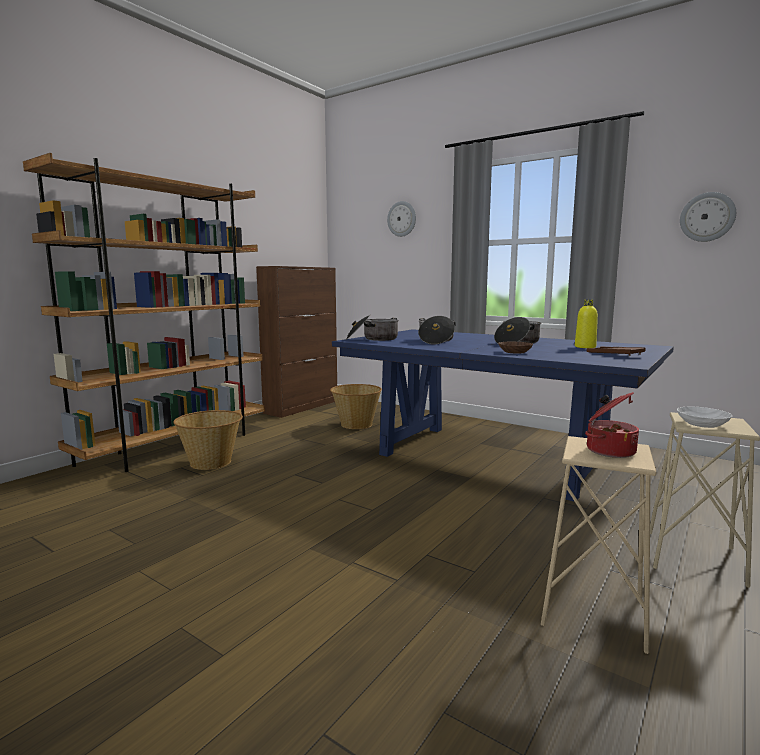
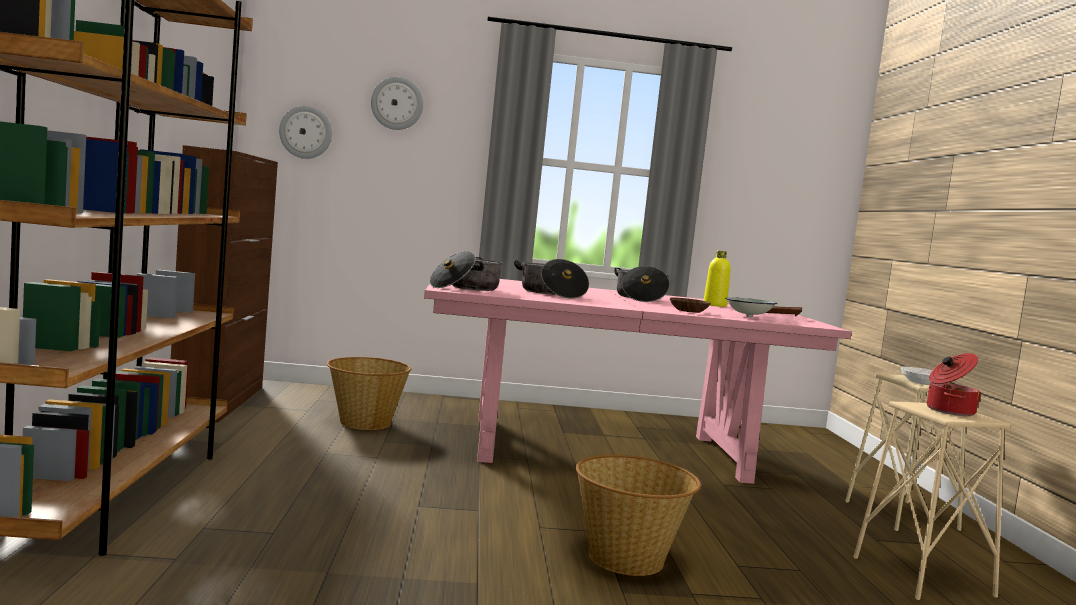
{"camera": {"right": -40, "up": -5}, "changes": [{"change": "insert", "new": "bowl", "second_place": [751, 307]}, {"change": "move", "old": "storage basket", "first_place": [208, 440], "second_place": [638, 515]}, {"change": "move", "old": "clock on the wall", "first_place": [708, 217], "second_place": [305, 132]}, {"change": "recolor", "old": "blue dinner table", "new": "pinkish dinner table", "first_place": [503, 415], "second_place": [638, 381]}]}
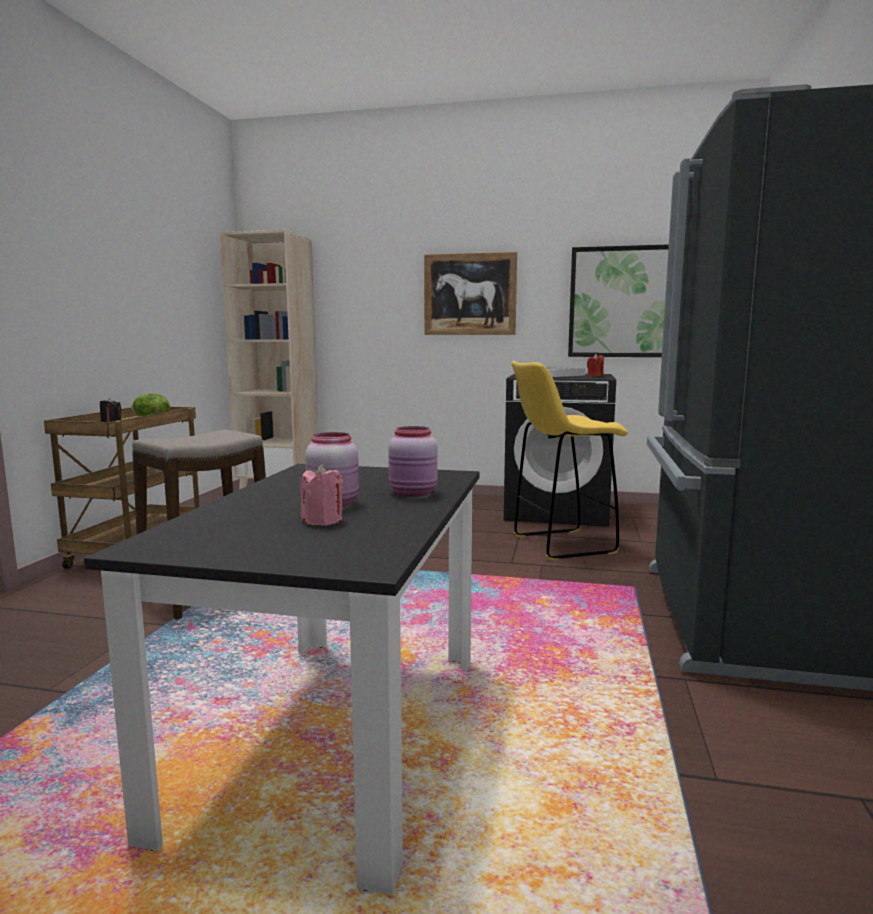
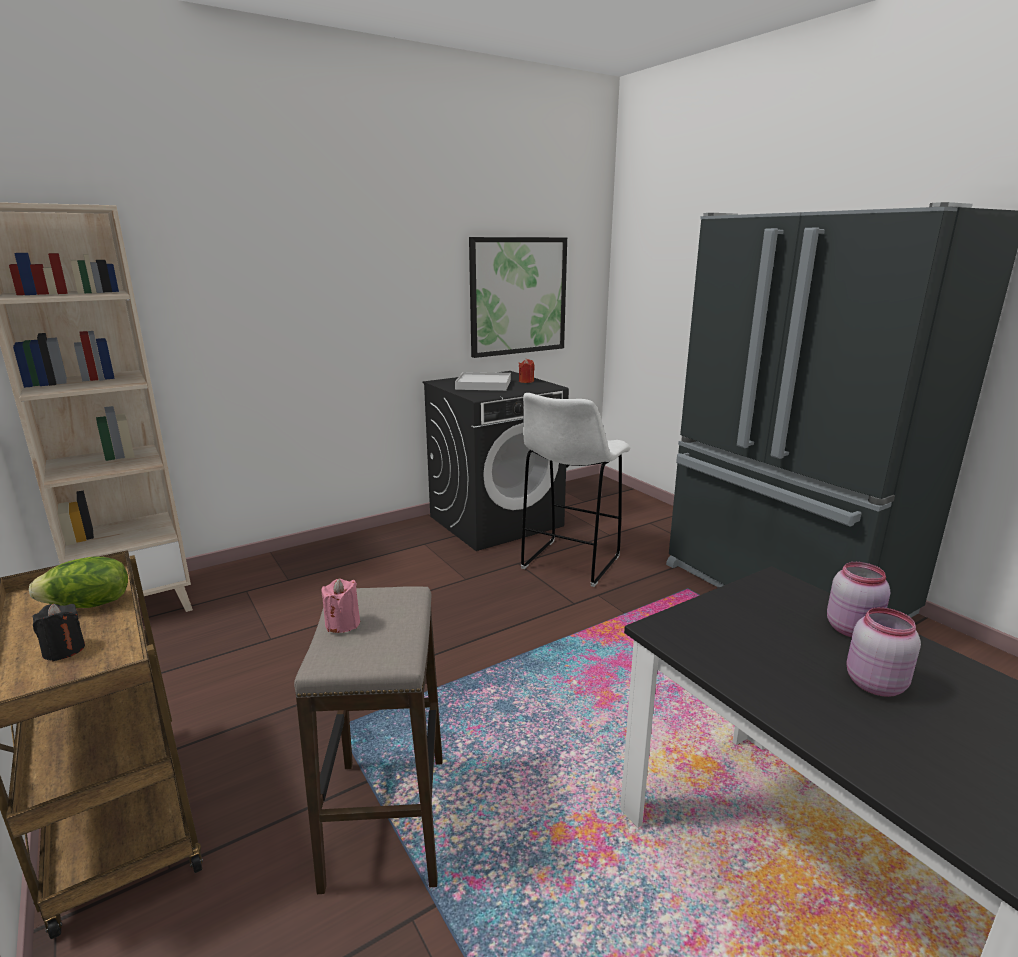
{"camera": {"right": -45, "up": 10}, "changes": [{"change": "delete", "old": "picture", "first_place": [470, 293]}, {"change": "move", "old": "pinkish candle", "first_place": [321, 495], "second_place": [341, 605]}, {"change": "recolor", "old": "yellow stool", "new": "whitish stool", "first_place": [570, 461], "second_place": [576, 490]}]}
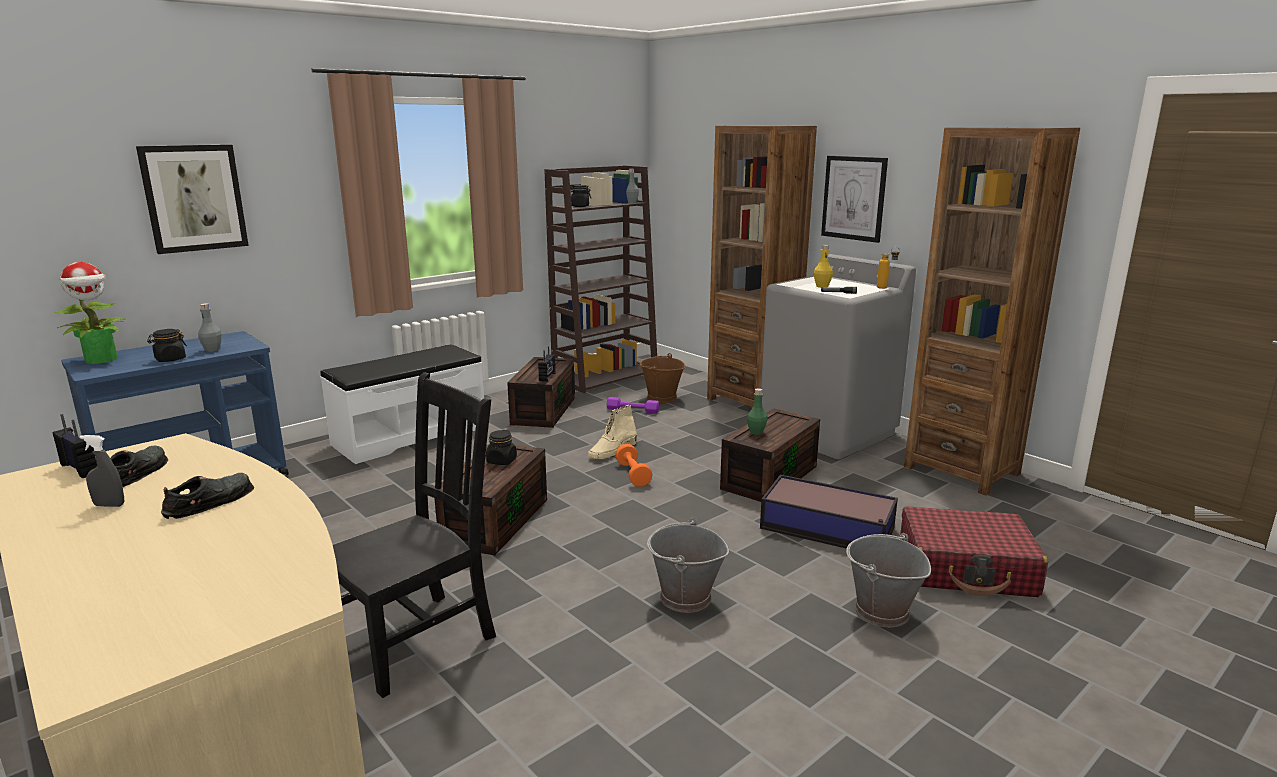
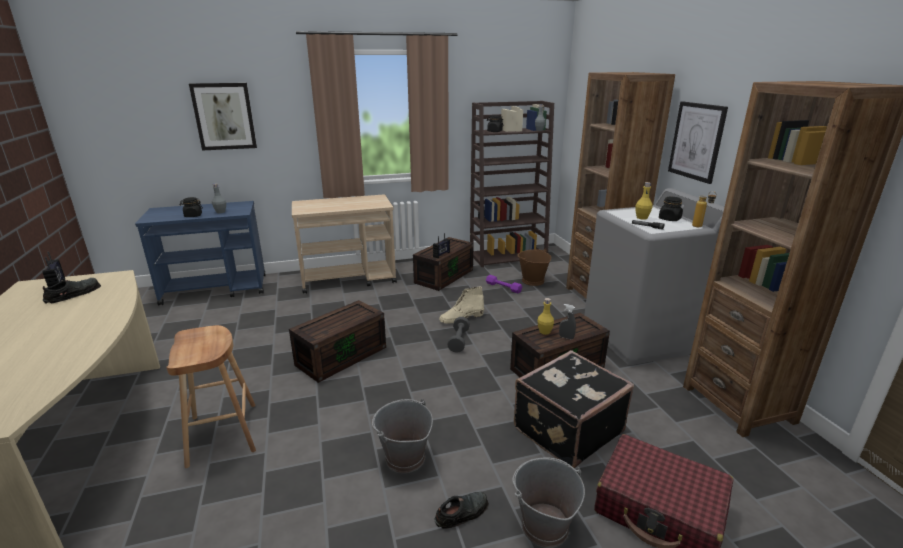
{"camera": {"right": 25, "up": 5}, "changes": [{"change": "delete", "old": "houseplant", "first_place": [90, 313]}, {"change": "move", "old": "grey sprayer", "first_place": [102, 471], "second_place": [567, 322]}, {"change": "move", "old": "black item of footwear", "first_place": [207, 496], "second_place": [461, 510]}, {"change": "move", "old": "black preserve jar", "first_place": [501, 447], "second_place": [671, 209]}, {"change": "replace", "old": "whitish indoor bench", "new": "beige-coloured wheeled cart", "first_place": [402, 404], "second_place": [344, 244]}, {"change": "replace", "old": "black plain chair", "new": "brownish stool", "first_place": [414, 535], "second_place": [211, 396]}, {"change": "replace", "old": "storage box", "new": "black travel case", "first_place": [829, 512], "second_place": [574, 409]}, {"change": "recolor", "old": "orange-coloured dumbbell", "new": "grey dumbbell", "first_place": [633, 465], "second_place": [458, 335]}, {"change": "recolor", "old": "green-coloured bottle", "new": "yellow bottle", "first_place": [757, 411], "second_place": [546, 316]}]}
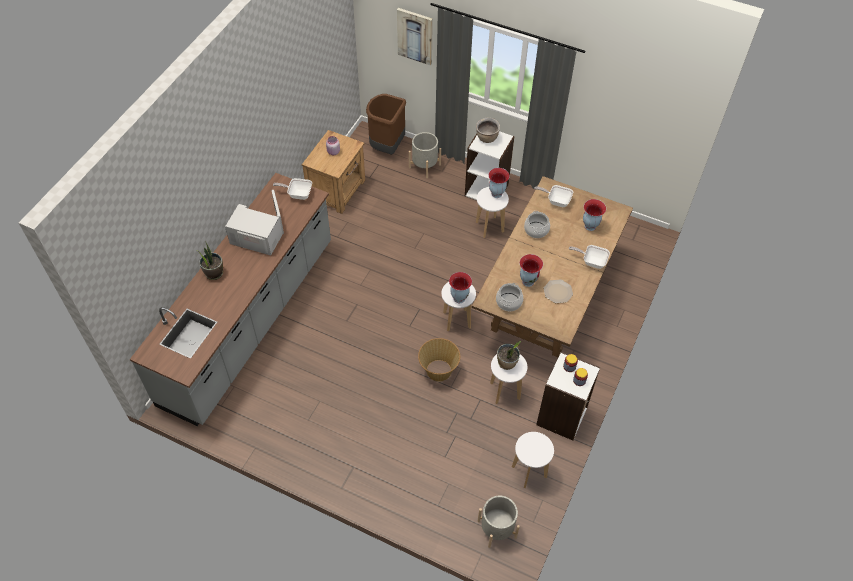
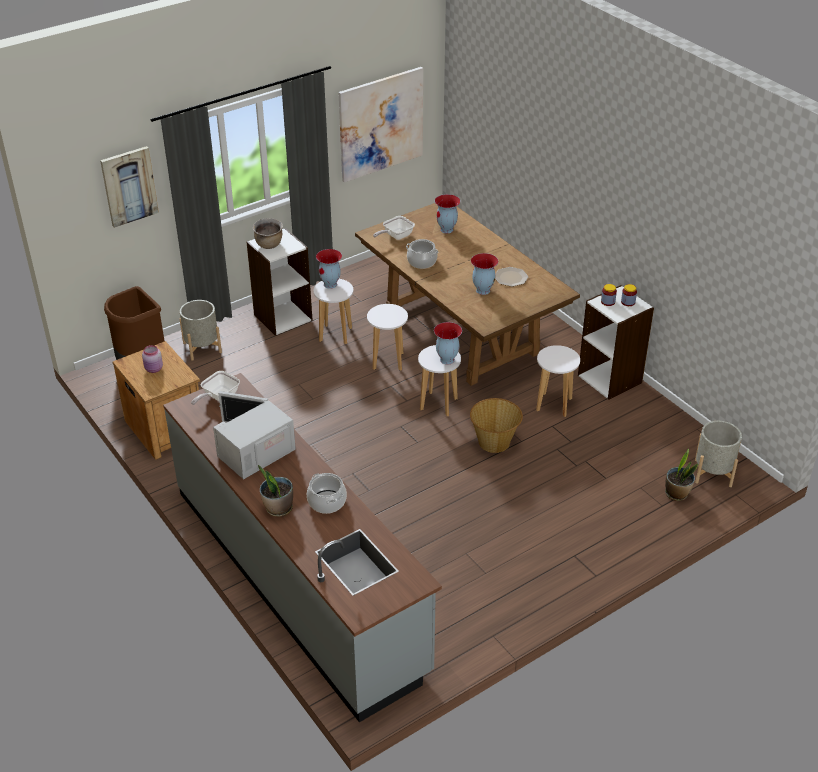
{"camera": {"right": -60, "up": -15}, "changes": [{"change": "delete", "old": "skillet", "first_place": [589, 257]}, {"change": "insert", "new": "picture", "second_place": [380, 125]}, {"change": "move", "old": "cooking pot", "first_place": [509, 297], "second_place": [327, 493]}, {"change": "move", "old": "houseplant", "first_place": [509, 355], "second_place": [681, 475]}, {"change": "move", "old": "whitish stool", "first_place": [533, 460], "second_place": [387, 337]}]}
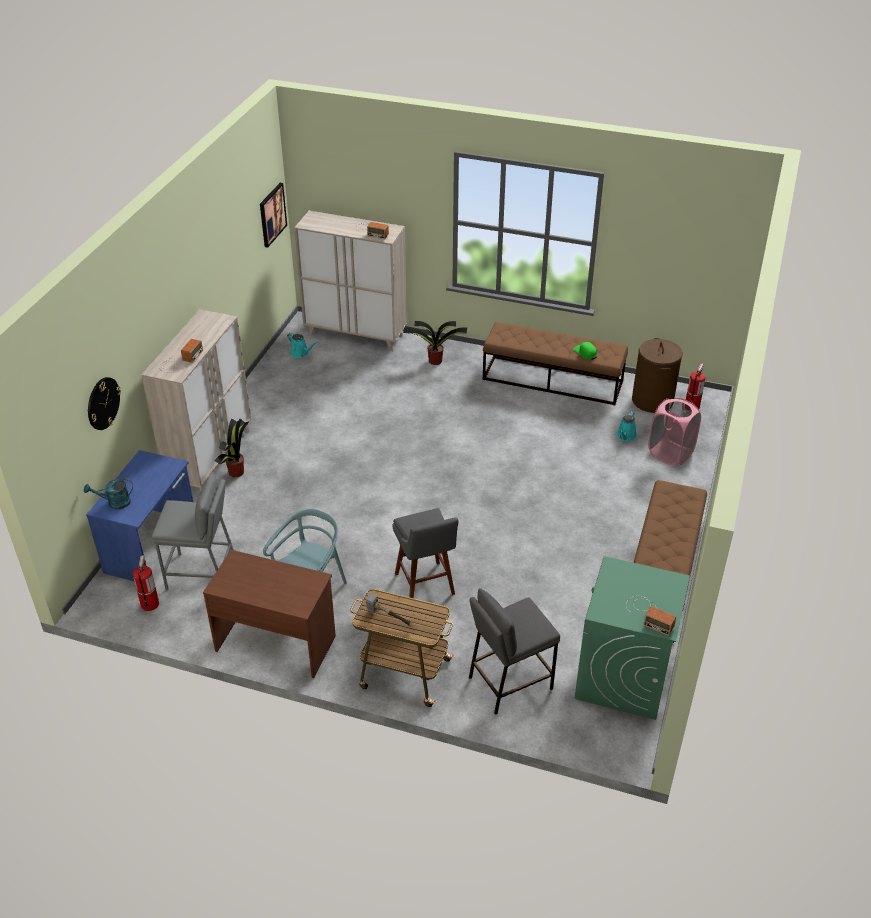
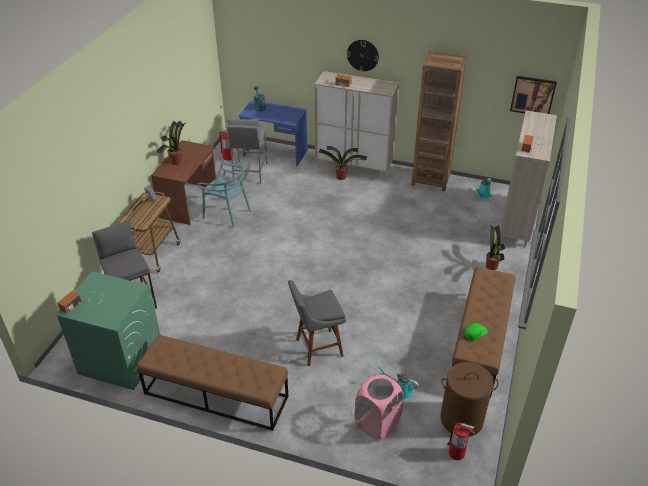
{"camera": {"right": 90, "up": 0}, "changes": [{"change": "insert", "new": "houseplant", "second_place": [170, 143]}, {"change": "insert", "new": "brownish shelving unit", "second_place": [439, 121]}, {"change": "move", "old": "clock on the wall", "first_place": [104, 403], "second_place": [363, 55]}, {"change": "move", "old": "grey stool", "first_place": [425, 553], "second_place": [317, 323]}]}
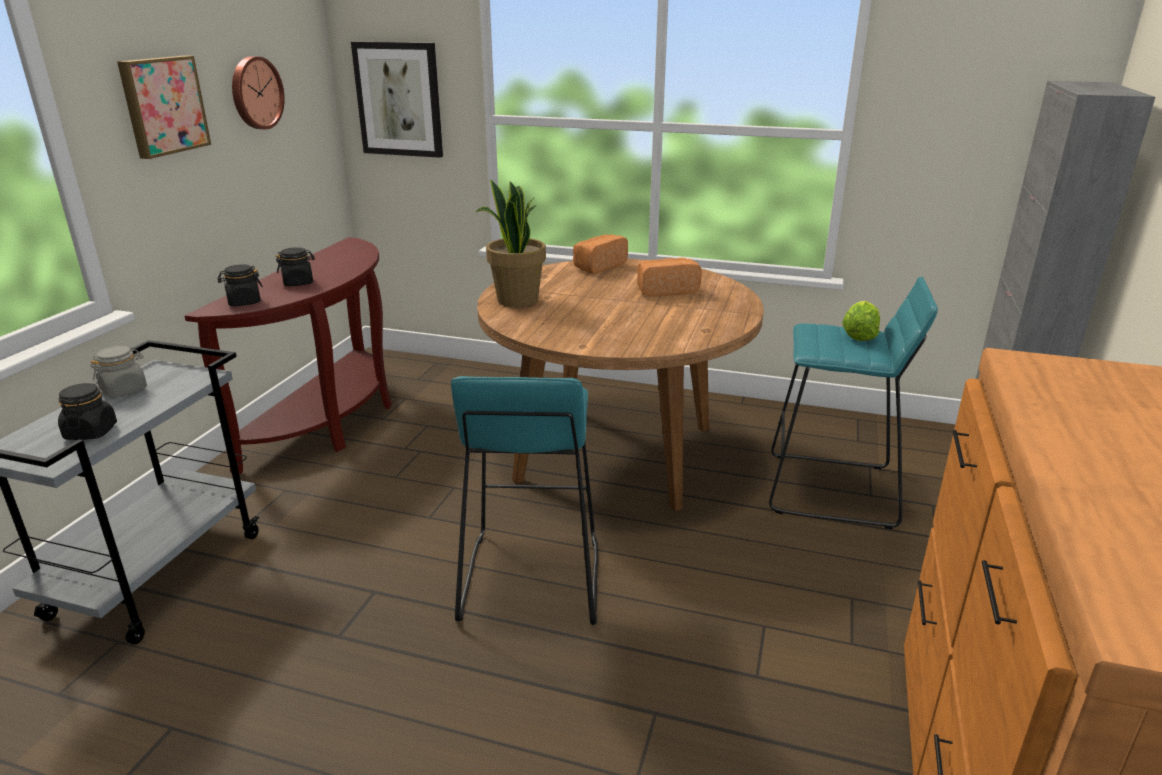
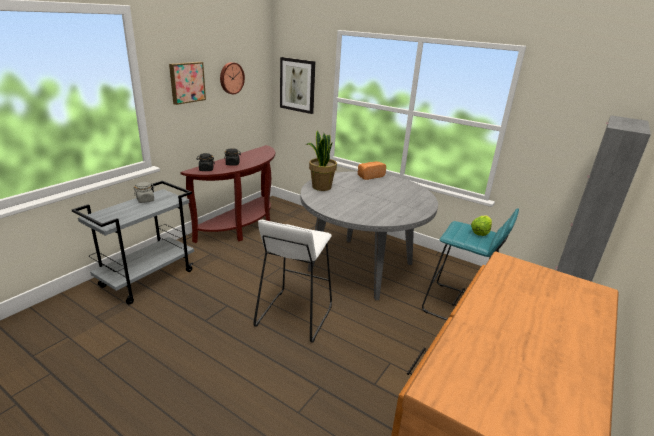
{"camera": {"right": 15, "up": 0}, "changes": [{"change": "delete", "old": "black preserve jar", "first_place": [87, 411]}, {"change": "delete", "old": "bread", "first_place": [669, 277]}, {"change": "recolor", "old": "blue-green stool", "new": "whitish stool", "first_place": [524, 500], "second_place": [292, 281]}, {"change": "recolor", "old": "brownish dinner table", "new": "grey dinner table", "first_place": [620, 385], "second_place": [369, 235]}]}
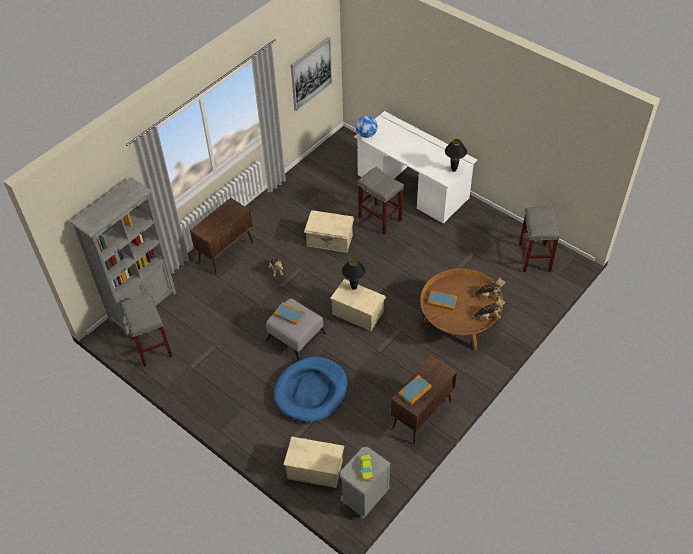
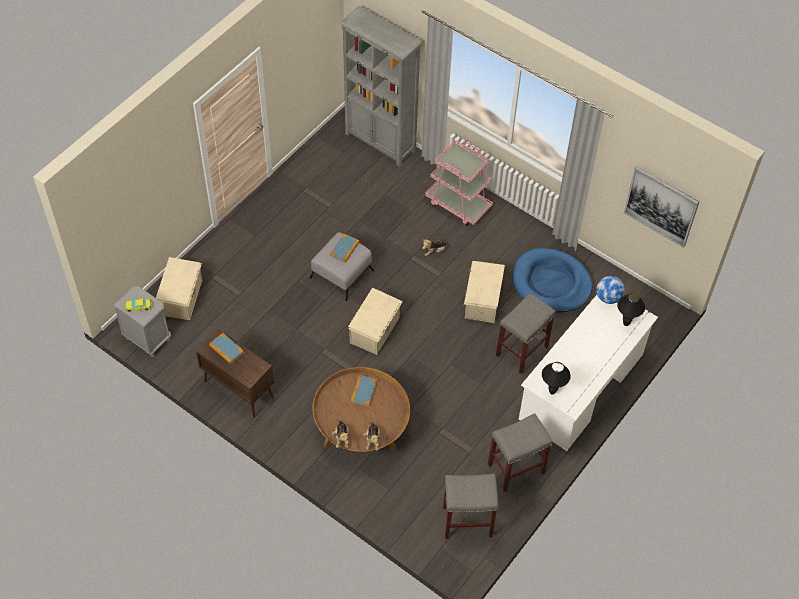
{"camera": {"right": 85, "up": 5}, "changes": [{"change": "move", "old": "grey stool", "first_place": [146, 330], "second_place": [520, 452]}, {"change": "move", "old": "blue pet bed", "first_place": [311, 389], "second_place": [552, 280]}, {"change": "move", "old": "black tabletop lamp", "first_place": [354, 274], "second_place": [631, 309]}, {"change": "replace", "old": "brownish storage cabinet", "new": "pinkish wheeled cart", "first_place": [221, 236], "second_place": [459, 183]}]}
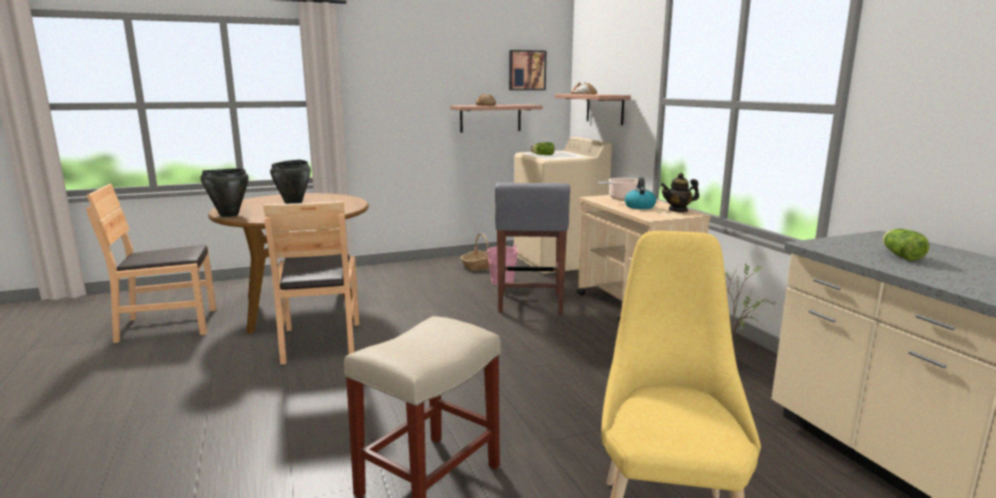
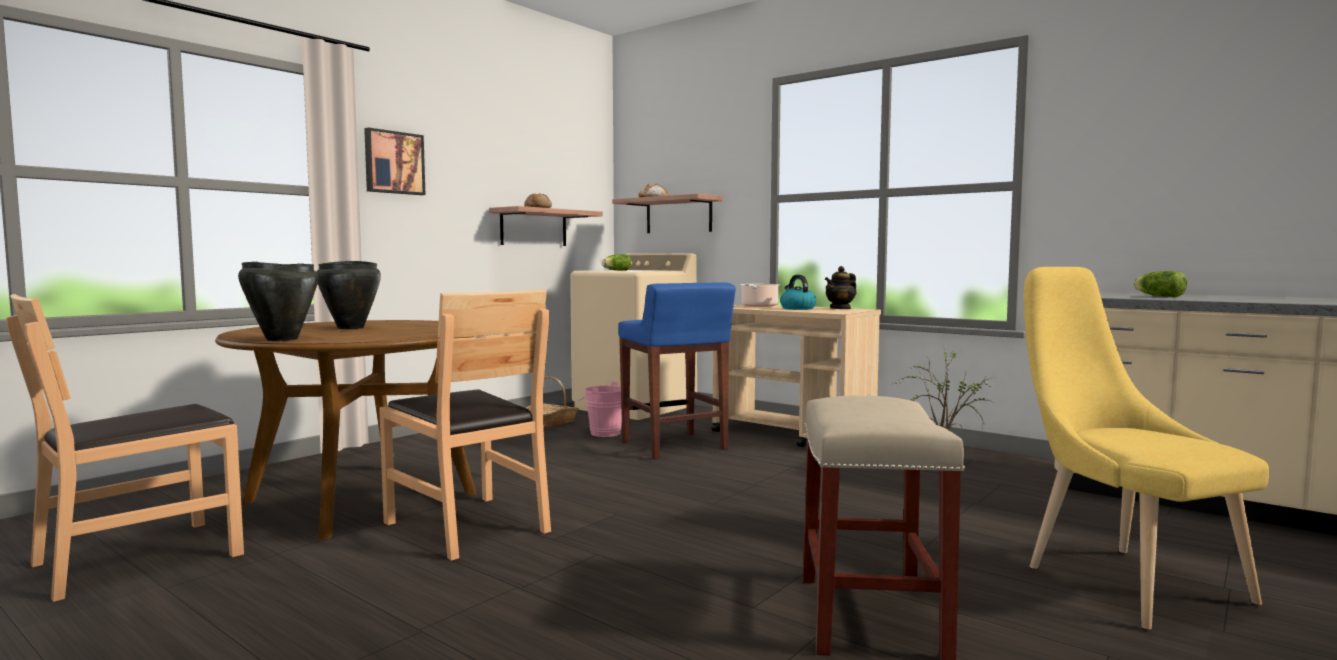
{"camera": {"right": -30, "up": -10}, "changes": [{"change": "move", "old": "picture", "first_place": [527, 70], "second_place": [394, 161]}, {"change": "recolor", "old": "grey stool", "new": "blue stool", "first_place": [532, 248], "second_place": [677, 370]}]}
